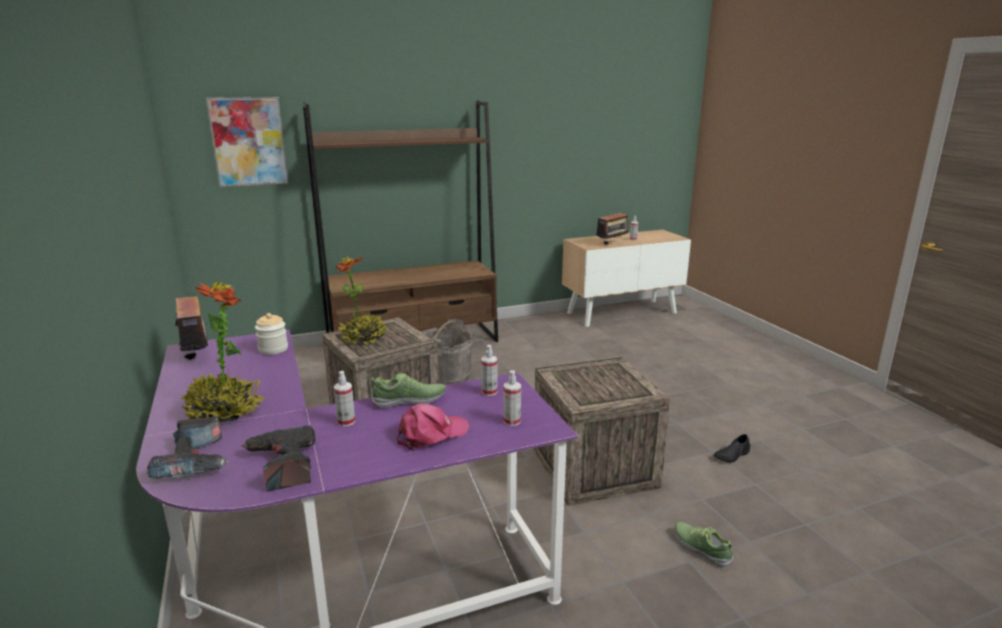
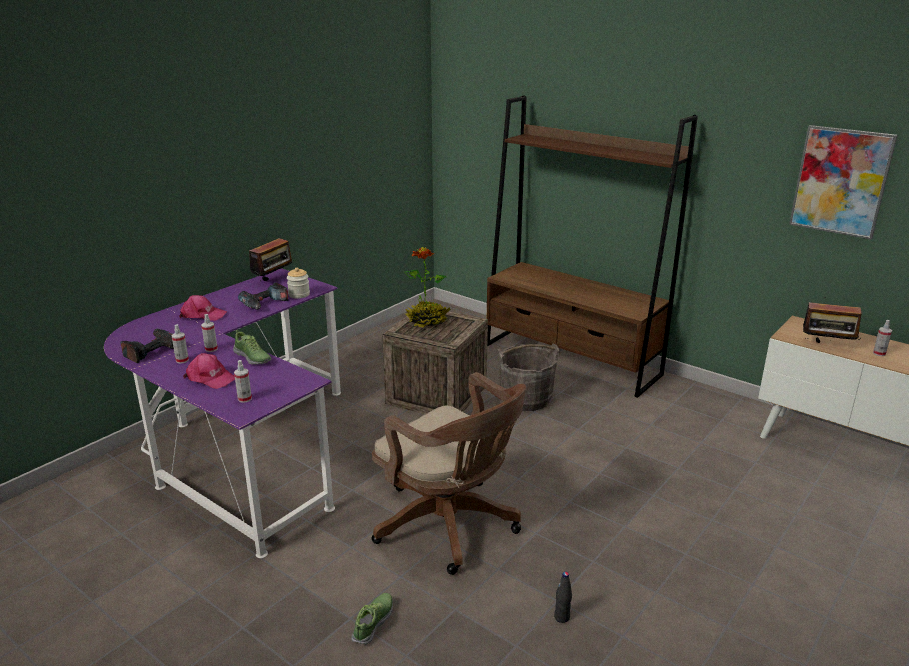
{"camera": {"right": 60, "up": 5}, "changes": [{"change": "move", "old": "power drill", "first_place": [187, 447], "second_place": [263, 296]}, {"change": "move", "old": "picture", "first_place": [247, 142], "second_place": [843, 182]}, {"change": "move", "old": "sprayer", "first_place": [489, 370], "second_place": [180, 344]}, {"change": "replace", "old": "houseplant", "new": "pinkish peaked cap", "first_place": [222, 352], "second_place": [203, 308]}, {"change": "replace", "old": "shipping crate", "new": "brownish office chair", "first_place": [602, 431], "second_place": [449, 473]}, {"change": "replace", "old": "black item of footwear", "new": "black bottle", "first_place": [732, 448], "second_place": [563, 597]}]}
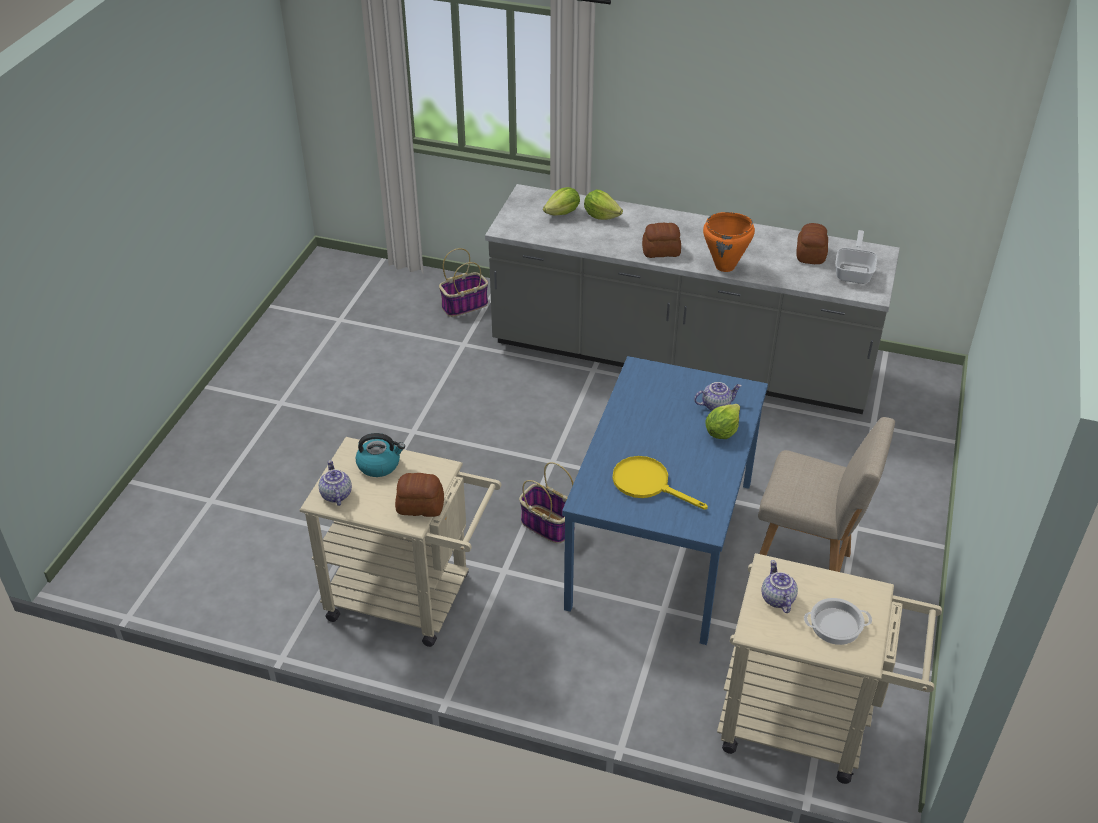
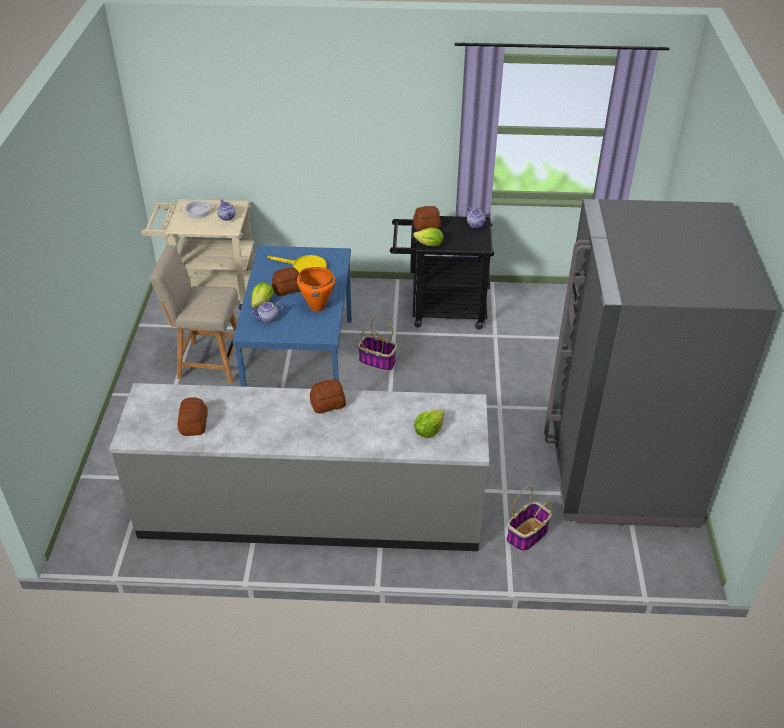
{"camera": {"right": 165, "up": 0}, "changes": [{"change": "delete", "old": "kettle", "first_place": [380, 455]}, {"change": "delete", "old": "skillet", "first_place": [856, 257]}, {"change": "insert", "new": "bread", "second_place": [286, 281]}, {"change": "insert", "new": "grey refrigerator", "second_place": [661, 363]}, {"change": "move", "old": "lettuce", "first_place": [603, 205], "second_place": [428, 237]}, {"change": "move", "old": "orange-coloured cooking pot", "first_place": [729, 242], "second_place": [316, 289]}, {"change": "recolor", "old": "beige-coloured wheeled cart", "new": "black wheeled cart", "first_place": [400, 542], "second_place": [442, 272]}]}
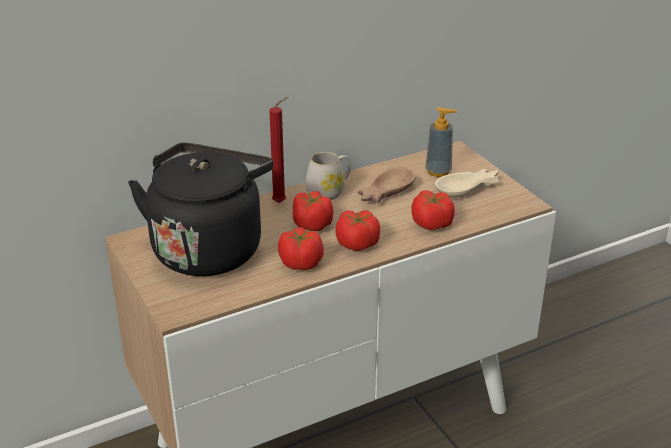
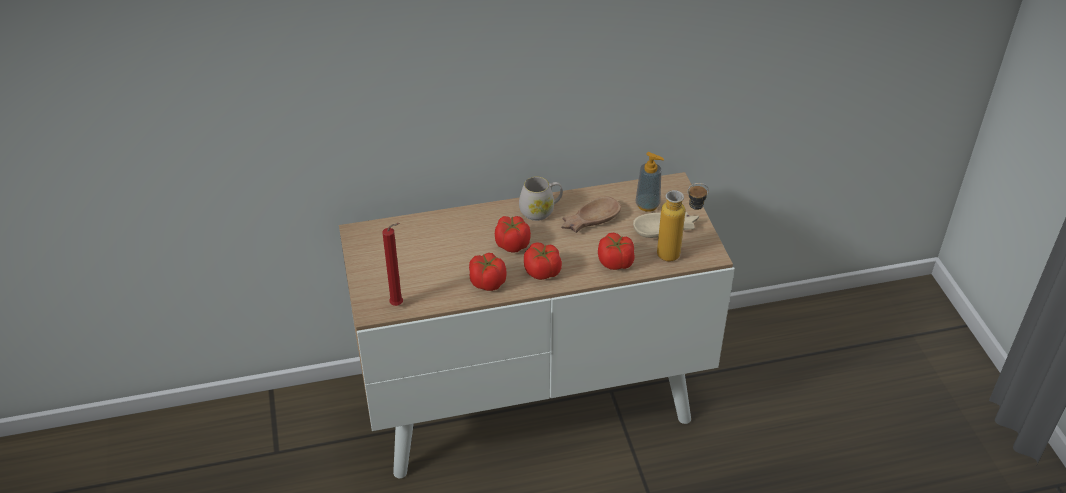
{"camera": {"right": 15, "up": 10}, "changes": [{"change": "delete", "old": "black kettle", "first_place": [201, 209]}, {"change": "insert", "new": "bottle", "second_place": [683, 222]}, {"change": "move", "old": "reddish candle", "first_place": [278, 150], "second_place": [392, 264]}]}
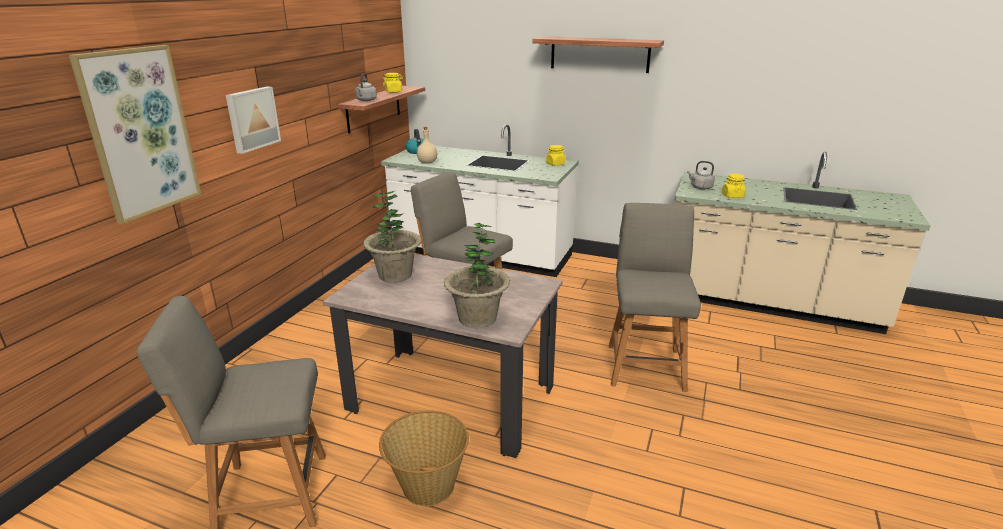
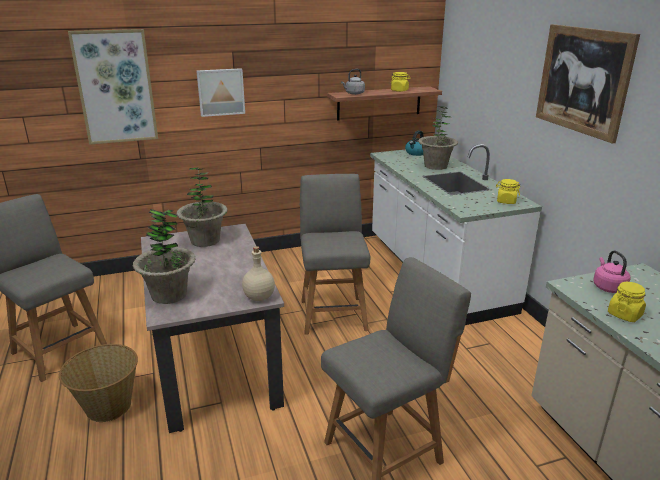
{"camera": {"right": 50, "up": 0}, "changes": [{"change": "insert", "new": "houseplant", "second_place": [438, 138]}, {"change": "move", "old": "beige-coloured bottle", "first_place": [427, 145], "second_place": [258, 273]}, {"change": "replace", "old": "bracket shelf", "new": "picture", "first_place": [598, 54], "second_place": [588, 84]}, {"change": "recolor", "old": "grey kettle", "new": "pinkish kettle", "first_place": [701, 175], "second_place": [612, 271]}]}
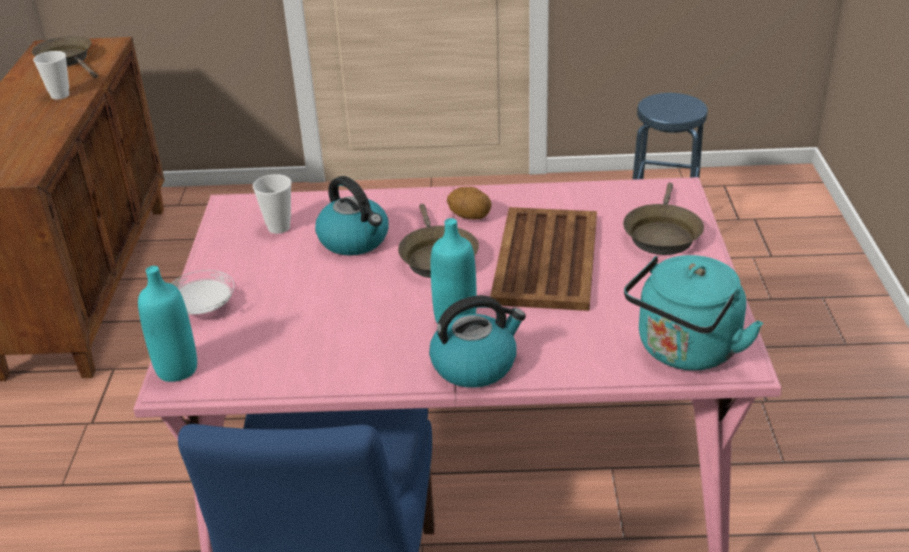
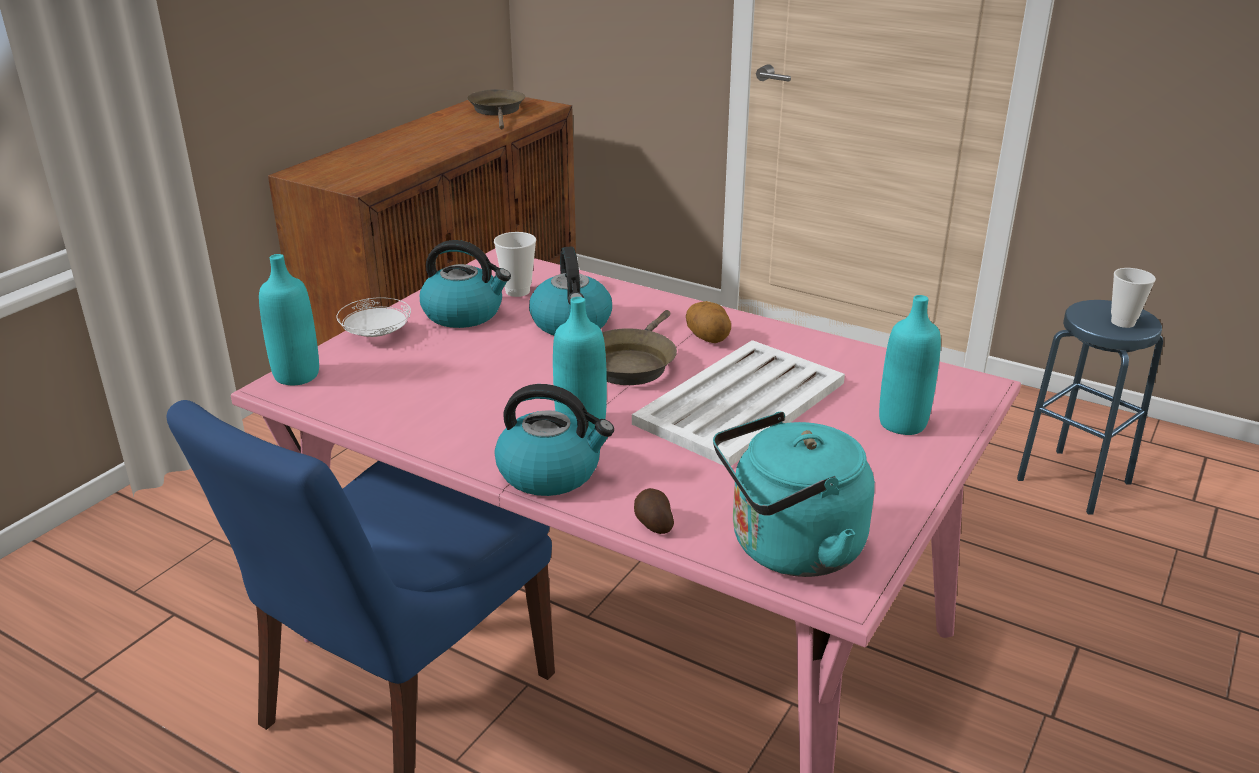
{"camera": {"right": 30, "up": -5}, "changes": [{"change": "insert", "new": "kettle", "second_place": [465, 284]}, {"change": "insert", "new": "whole potato", "second_place": [654, 511]}, {"change": "move", "old": "drinking cup", "first_place": [51, 75], "second_place": [1133, 298]}, {"change": "replace", "old": "brownish skillet", "new": "blue-green bottle", "first_place": [663, 219], "second_place": [910, 365]}, {"change": "recolor", "old": "brownish serving tray", "new": "whitish serving tray", "first_place": [543, 259], "second_place": [738, 403]}]}
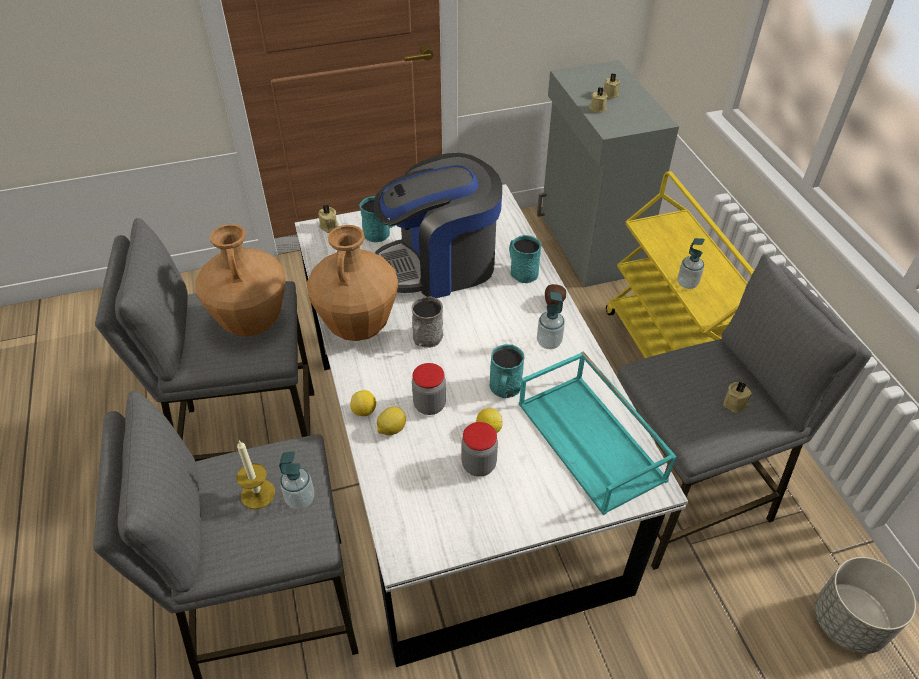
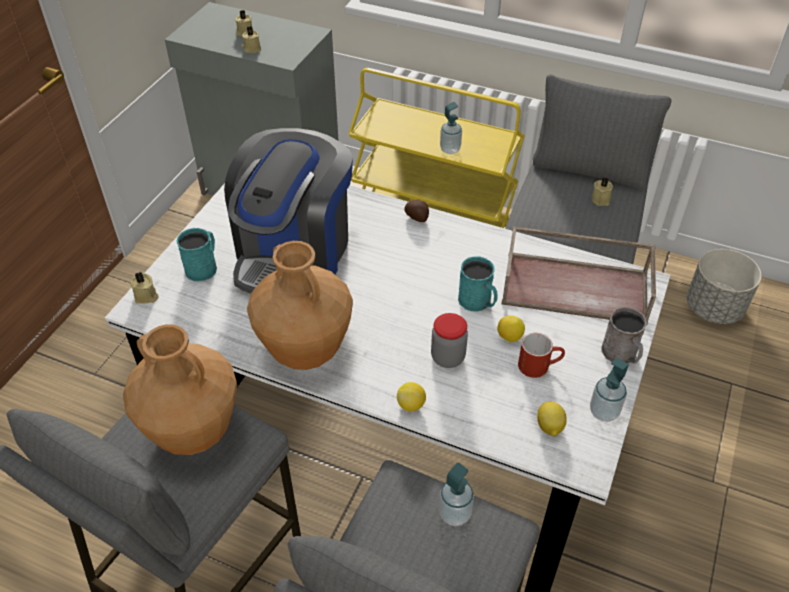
{"camera": {"right": -50, "up": 0}, "changes": [{"change": "delete", "old": "candle", "first_place": [255, 474]}, {"change": "delete", "old": "blue-green mug", "first_place": [525, 259]}, {"change": "move", "old": "whole lemon", "first_place": [391, 421], "second_place": [552, 419]}, {"change": "move", "old": "grey mug", "first_place": [427, 322], "second_place": [624, 335]}, {"change": "move", "old": "soap bottle", "first_place": [551, 320], "second_place": [609, 390]}, {"change": "replace", "old": "preserve jar", "new": "reddish mug", "first_place": [480, 449], "second_place": [541, 355]}, {"change": "recolor", "old": "blue-green serving tray", "new": "brownish serving tray", "first_place": [598, 433], "second_place": [578, 275]}]}
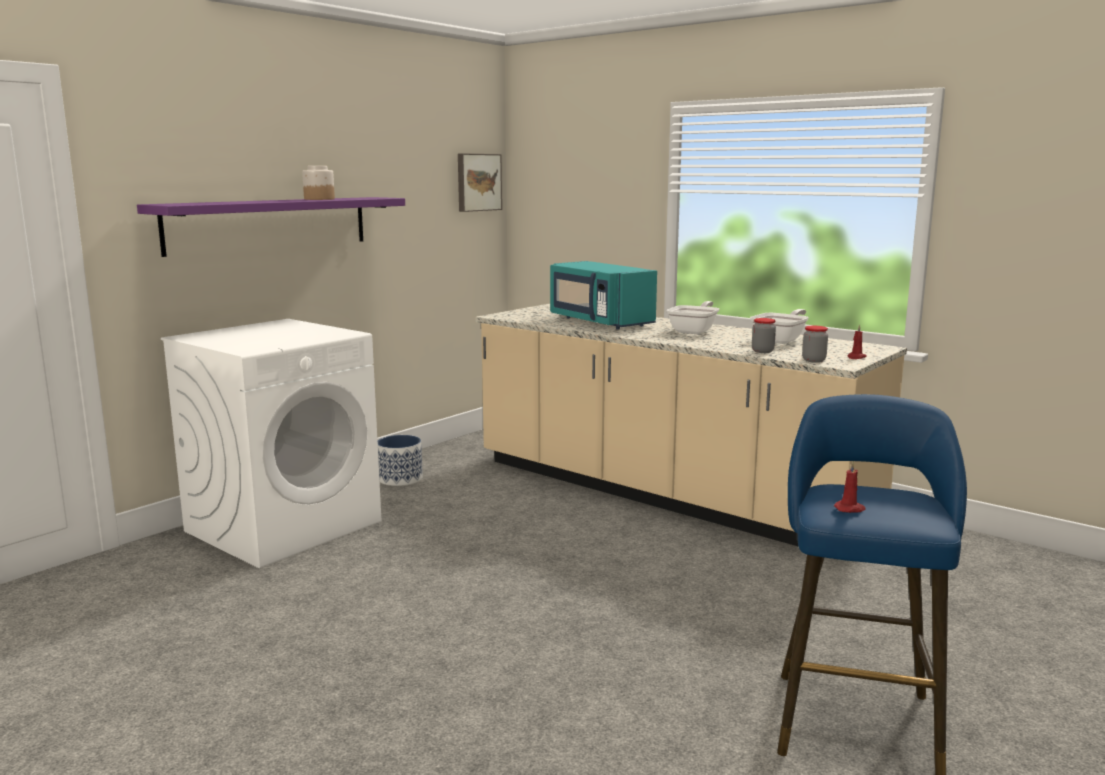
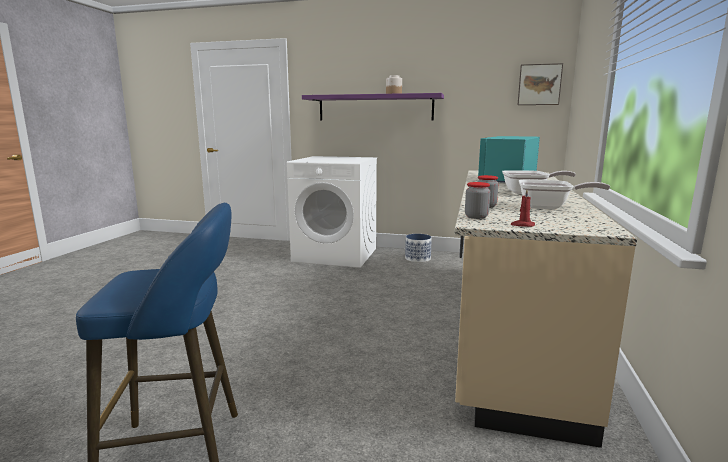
{"camera": {"right": 65, "up": 0}, "changes": [{"change": "delete", "old": "reddish candle", "first_place": [850, 487]}]}
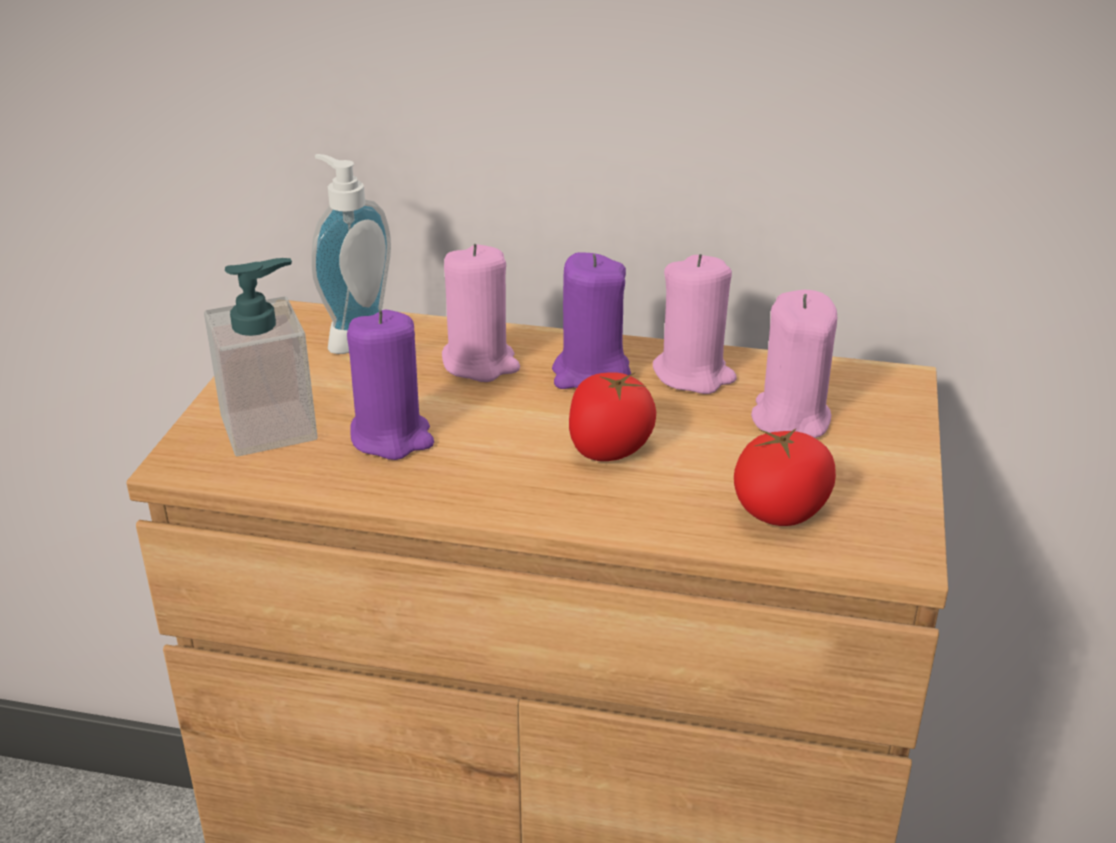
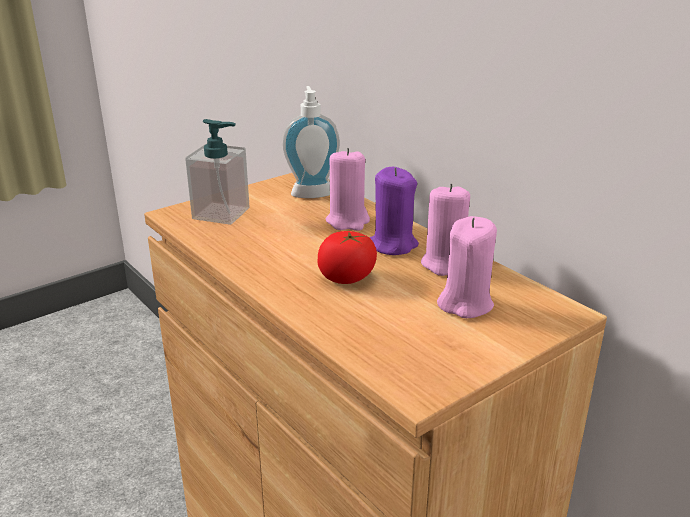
{"camera": {"right": 40, "up": -5}, "changes": [{"change": "delete", "old": "purple-coloured candle", "first_place": [390, 385]}, {"change": "delete", "old": "whole tomato", "first_place": [785, 477]}]}
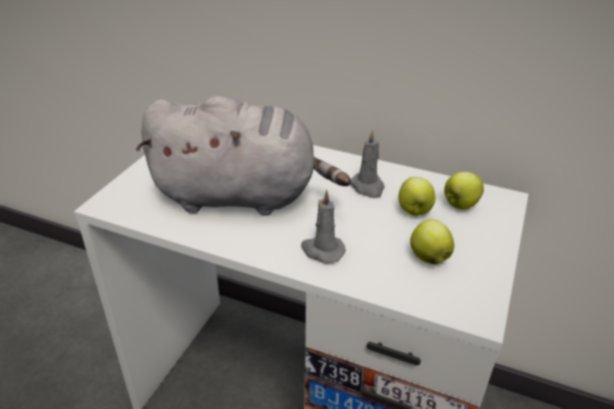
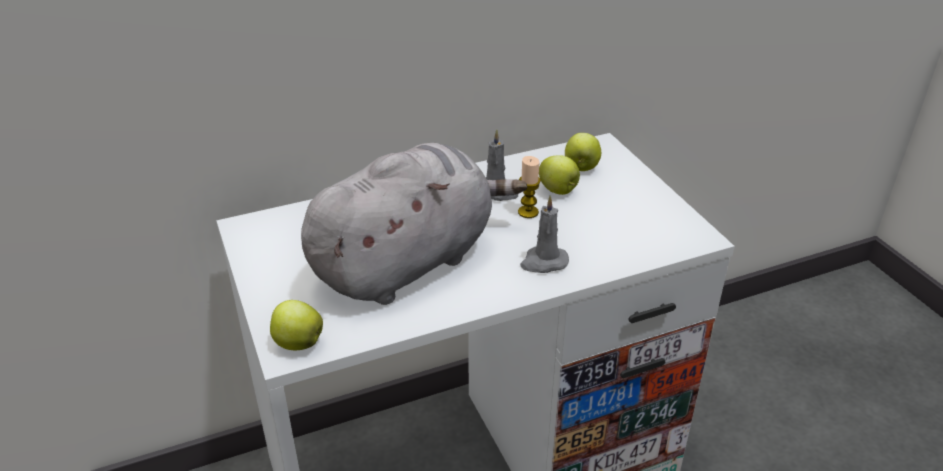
{"camera": {"right": -45, "up": 0}, "changes": [{"change": "insert", "new": "candle", "second_place": [529, 187]}, {"change": "move", "old": "apple", "first_place": [432, 241], "second_place": [296, 325]}]}
